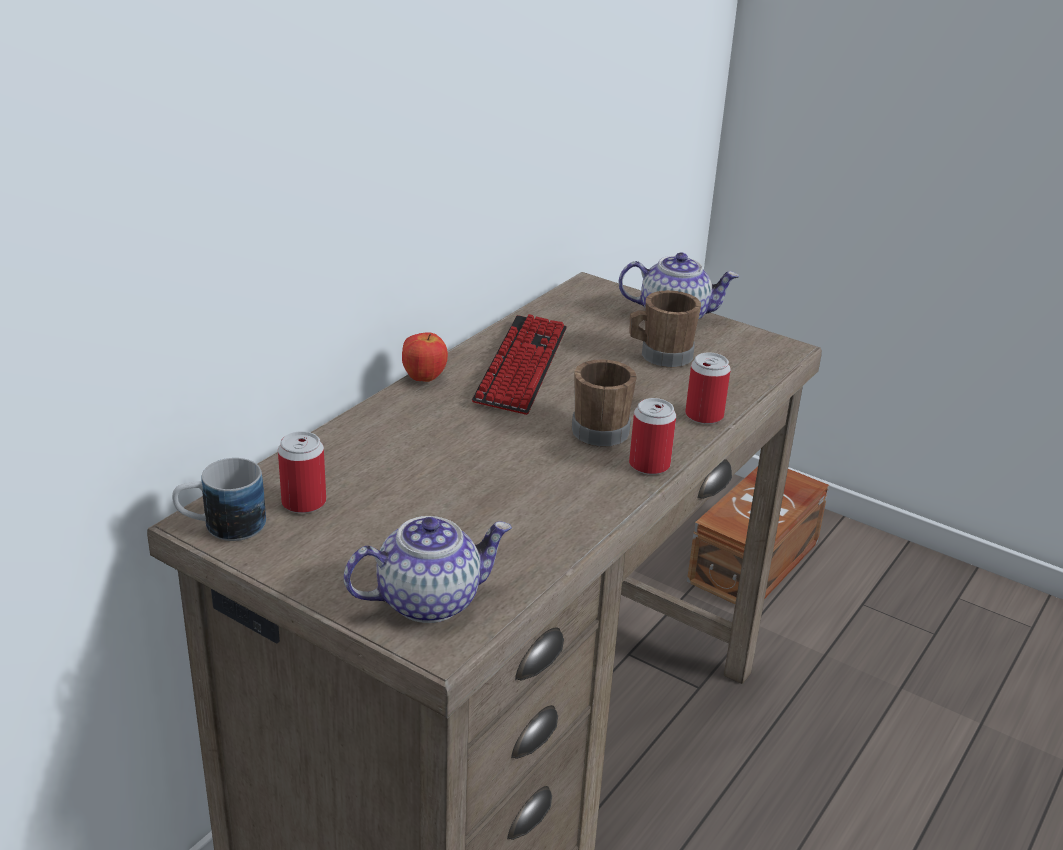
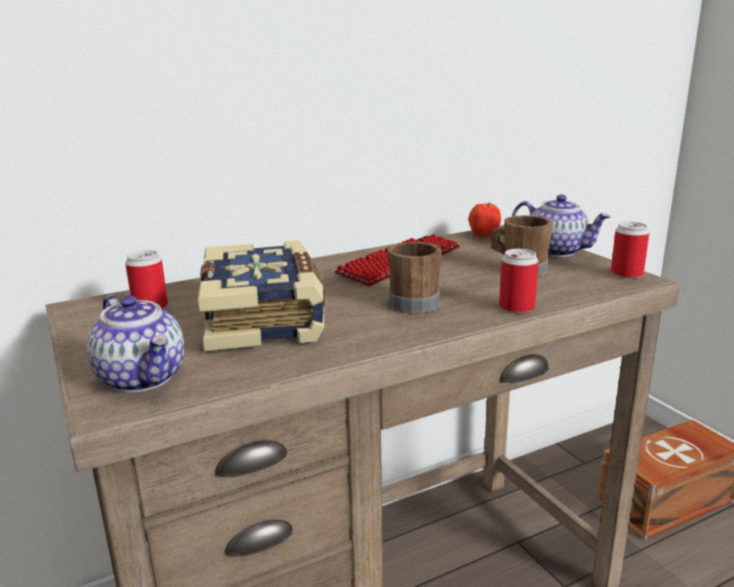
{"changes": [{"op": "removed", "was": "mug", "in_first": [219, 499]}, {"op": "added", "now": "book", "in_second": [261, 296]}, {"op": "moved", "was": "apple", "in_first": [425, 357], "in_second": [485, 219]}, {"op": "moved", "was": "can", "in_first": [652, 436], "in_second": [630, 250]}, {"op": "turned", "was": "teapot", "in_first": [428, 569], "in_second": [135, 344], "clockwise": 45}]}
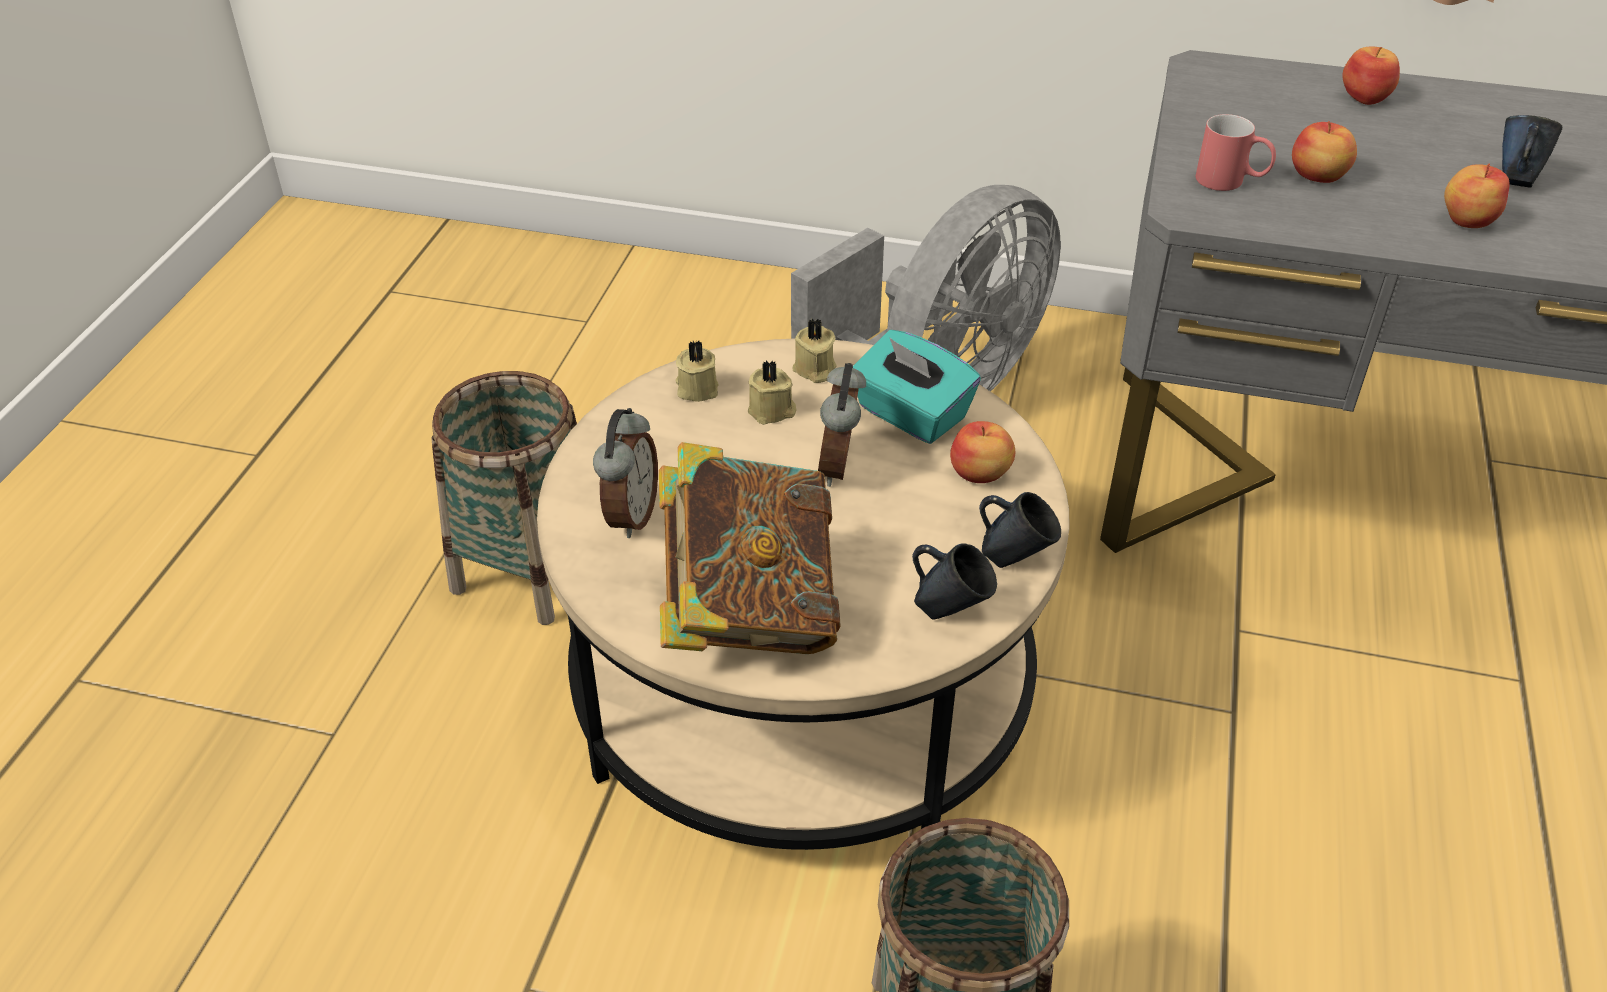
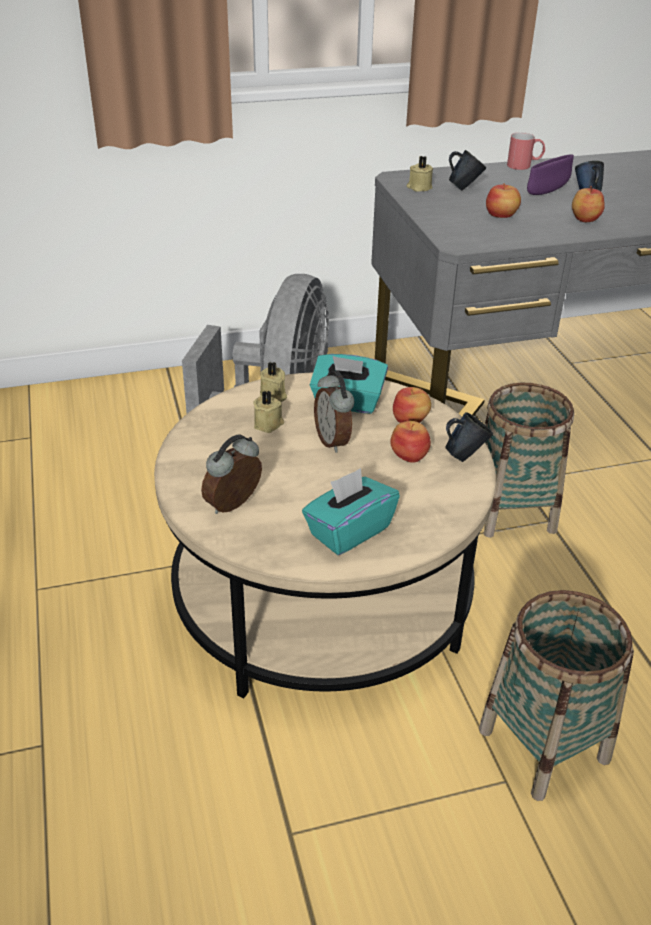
{"changes": [{"op": "added", "now": "bowl in purple", "in_second": [550, 174]}, {"op": "moved", "was": "basket", "in_first": [504, 498], "in_second": [529, 460]}, {"op": "moved", "was": "candle in beige", "in_first": [697, 371], "in_second": [419, 173]}, {"op": "moved", "was": "mug in blue", "in_first": [954, 582], "in_second": [467, 170]}, {"op": "moved", "was": "mug in red", "in_first": [1236, 152], "in_second": [526, 151]}, {"op": "moved", "was": "apple", "in_first": [1371, 75], "in_second": [410, 442]}, {"op": "replaced", "was": "book", "now": "tissue box in turquoise", "in_first": [750, 548], "in_second": [351, 511]}, {"op": "turned", "was": "alarm clock", "in_first": [625, 473], "in_second": [231, 474], "clockwise": -120}]}
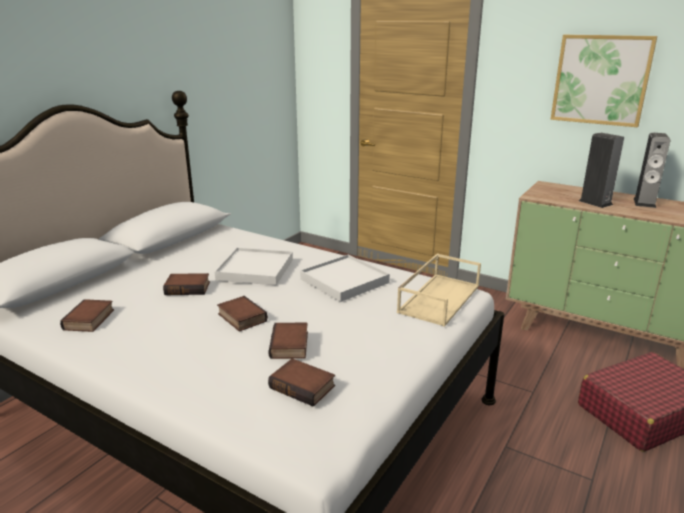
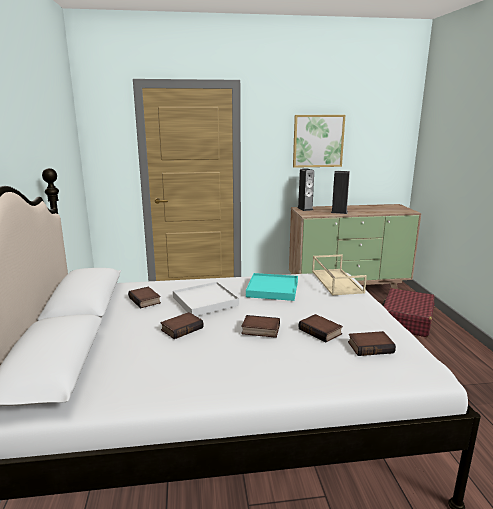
{"changes": [{"op": "moved", "was": "book", "in_first": [87, 315], "in_second": [144, 298]}, {"op": "moved", "was": "speaker", "in_first": [652, 170], "in_second": [305, 189]}, {"op": "recoloured", "was": "tray in white", "now": "tray in turquoise", "in_first": [345, 278], "in_second": [272, 287]}]}
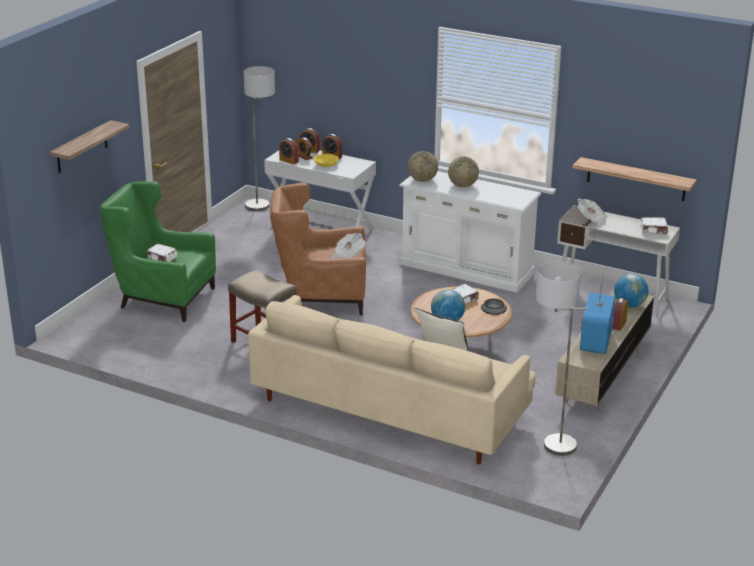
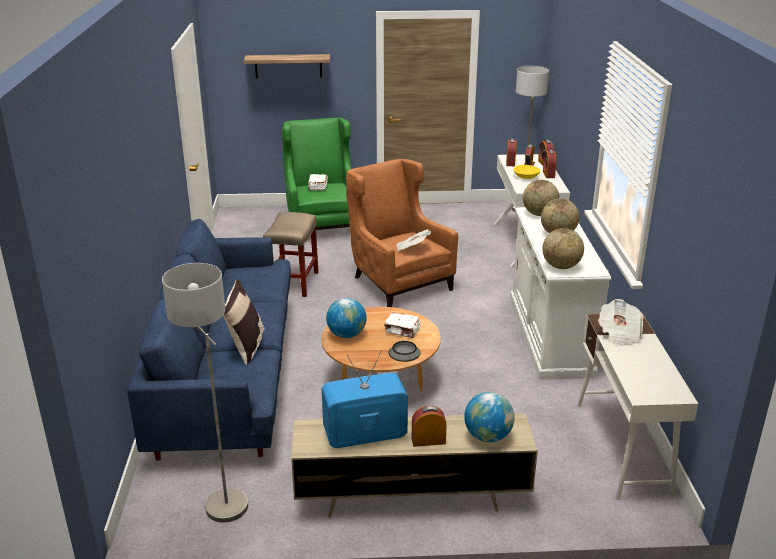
{"changes": [{"op": "removed", "was": "shelf", "in_first": [634, 179]}, {"op": "removed", "was": "book in white", "in_first": [654, 225]}, {"op": "added", "now": "globe", "in_second": [563, 248]}, {"op": "recoloured", "was": "sofa in beige", "now": "sofa in blue", "in_first": [392, 379], "in_second": [209, 340]}]}
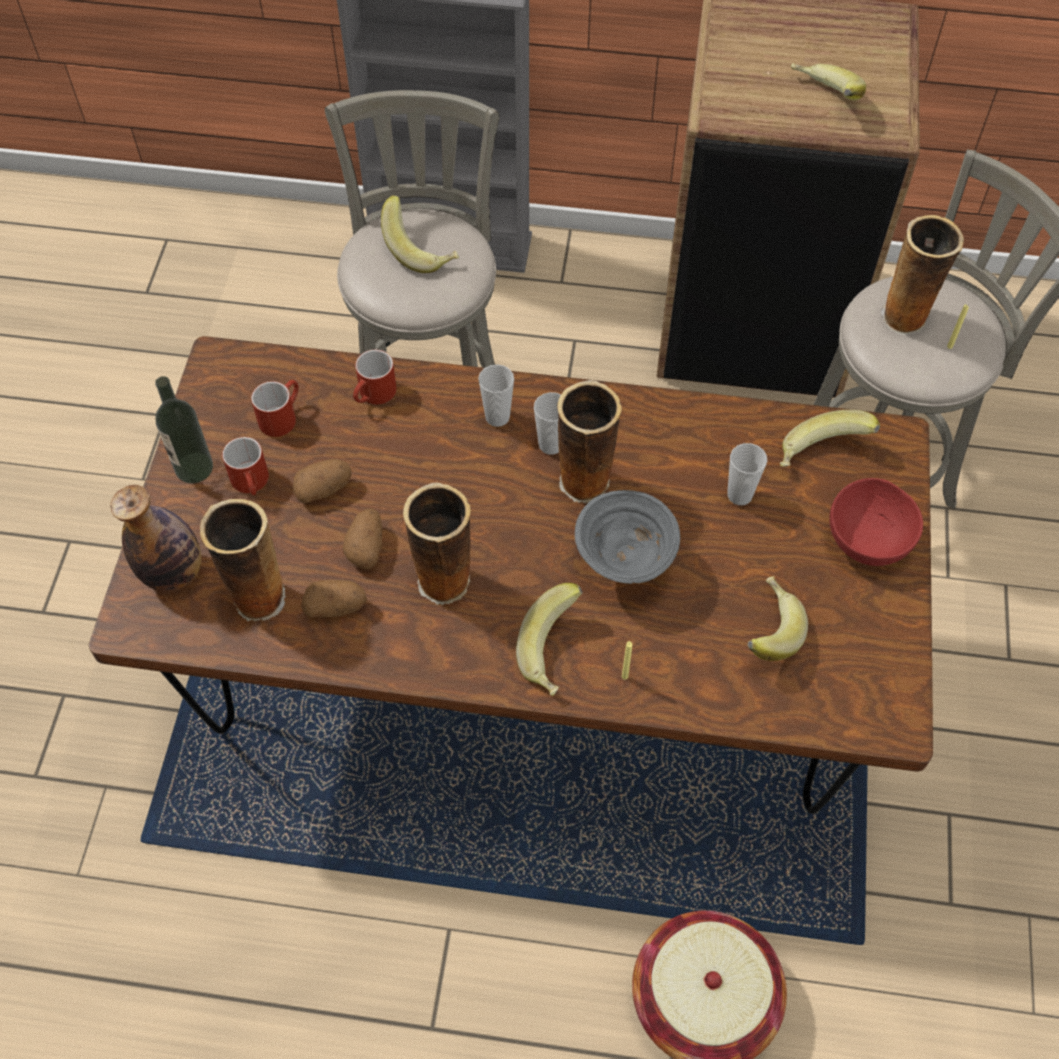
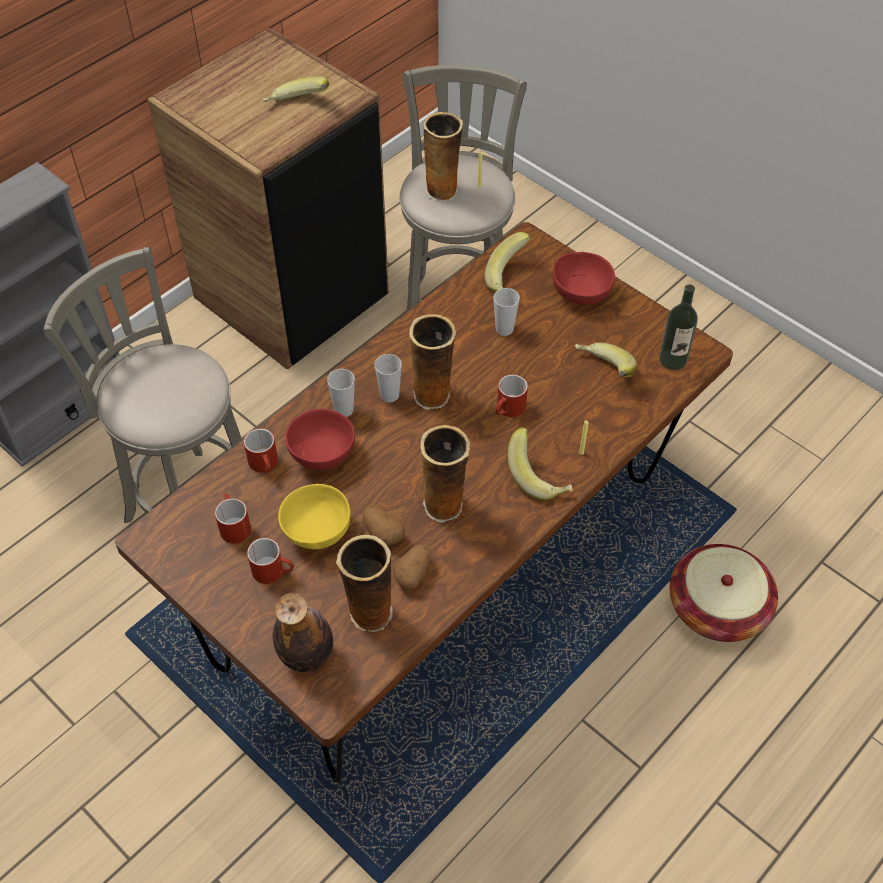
{"changes": [{"op": "removed", "was": "banana", "in_first": [420, 234]}, {"op": "added", "now": "bowl in red", "in_second": [320, 439]}, {"op": "moved", "was": "bottle", "in_first": [184, 430], "in_second": [678, 327]}, {"op": "replaced", "was": "potato", "now": "bowl in yellow", "in_first": [322, 481], "in_second": [314, 517]}, {"op": "replaced", "was": "bowl in grey", "now": "mug in red", "in_first": [627, 537], "in_second": [511, 395]}]}
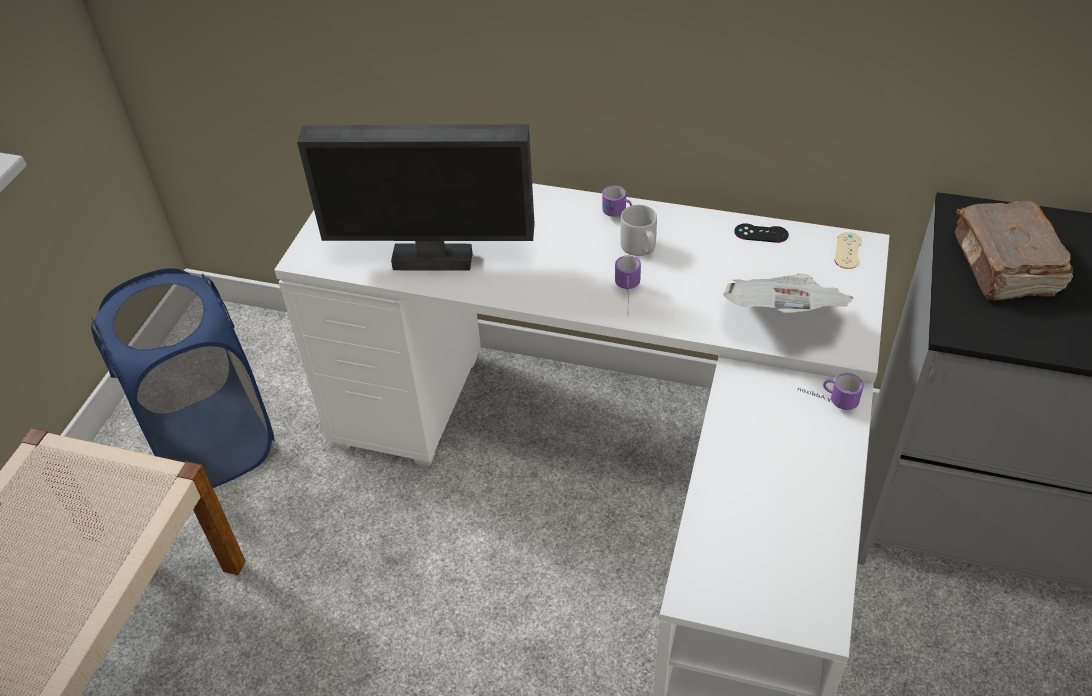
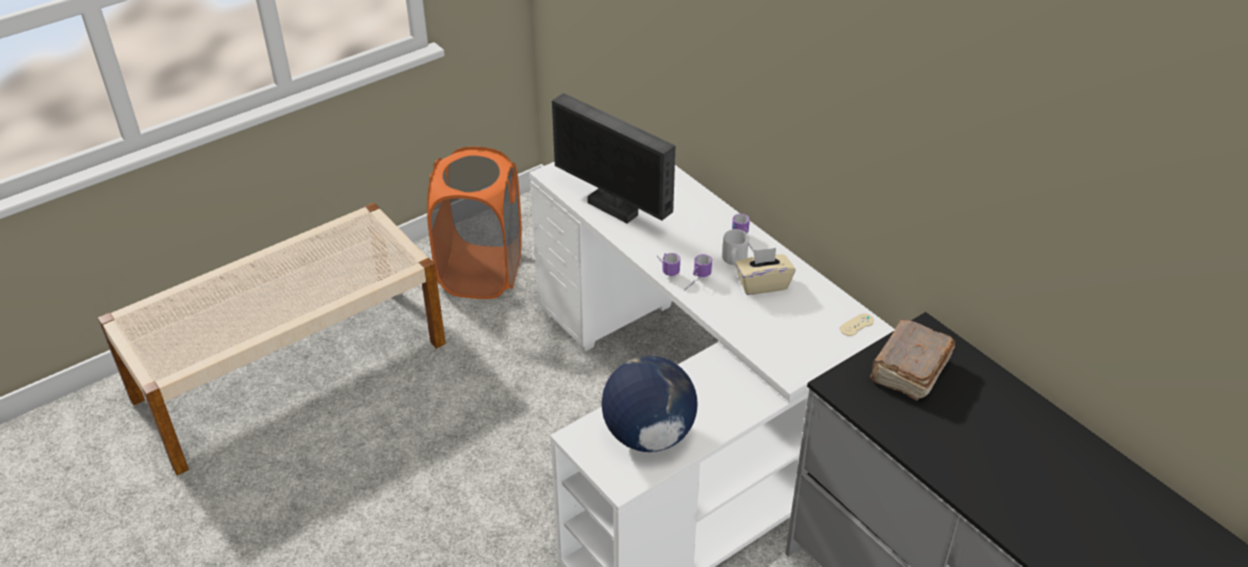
{"changes": [{"op": "removed", "was": "newspaper", "in_first": [788, 293]}, {"op": "removed", "was": "game controller in black", "in_first": [761, 233]}, {"op": "added", "now": "globe", "in_second": [649, 404]}, {"op": "added", "now": "tissue box in beige", "in_second": [765, 271]}, {"op": "moved", "was": "mug", "in_first": [831, 391], "in_second": [668, 264]}, {"op": "recoloured", "was": "laundry basket in blue", "now": "laundry basket in orange", "in_first": [183, 378], "in_second": [474, 223]}]}
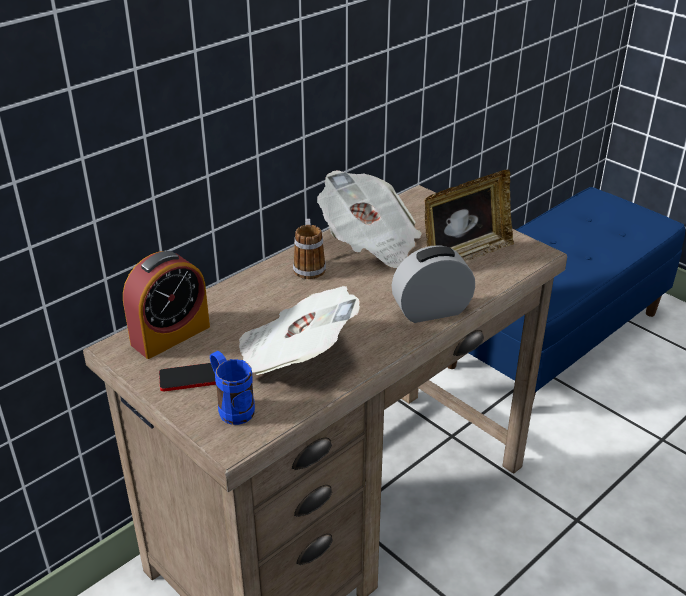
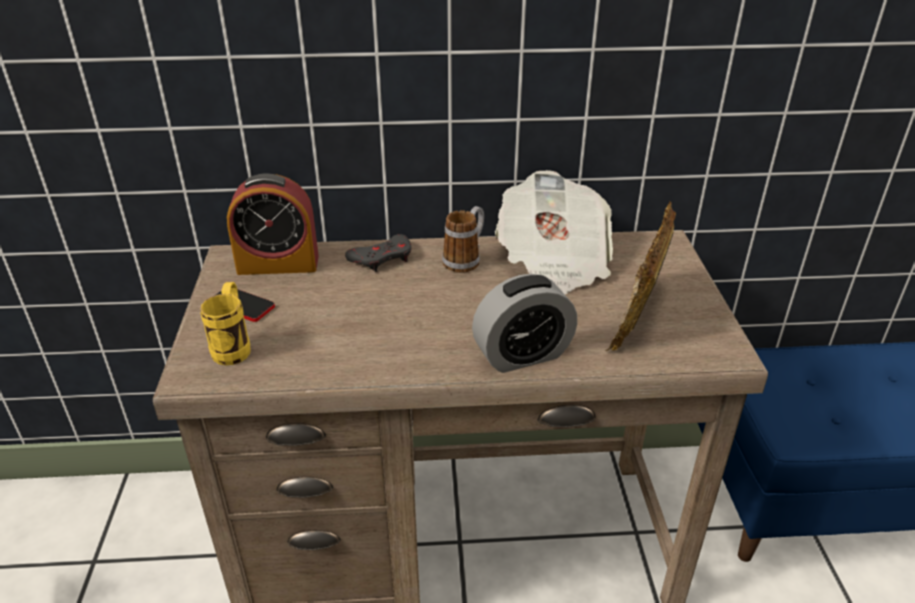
{"changes": [{"op": "removed", "was": "newspaper", "in_first": [299, 330]}, {"op": "added", "now": "game controller in grey", "in_second": [378, 253]}, {"op": "recoloured", "was": "mug in blue", "now": "mug in yellow", "in_first": [232, 388], "in_second": [225, 323]}, {"op": "turned", "was": "alarm clock", "in_first": [433, 284], "in_second": [524, 323], "clockwise": 135}, {"op": "turned", "was": "picture frame", "in_first": [469, 215], "in_second": [640, 276], "clockwise": 105}]}
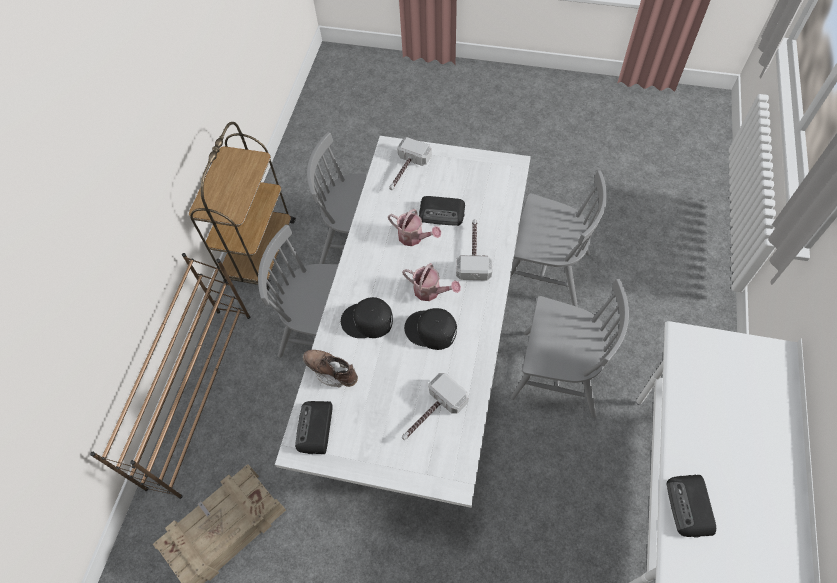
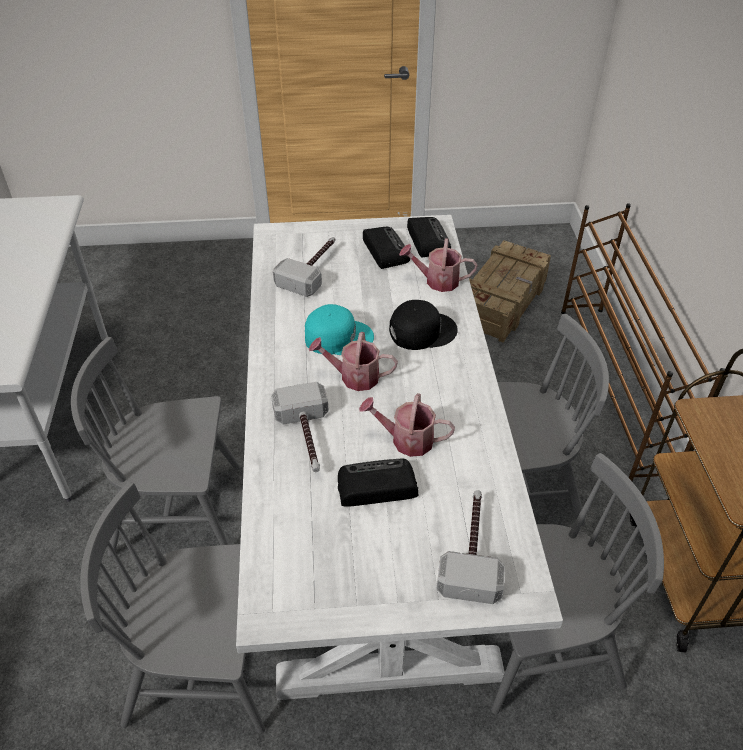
{"changes": [{"op": "moved", "was": "radio", "in_first": [691, 506], "in_second": [386, 248]}, {"op": "replaced", "was": "boot in brown", "now": "watering can", "in_first": [330, 369], "in_second": [438, 265]}, {"op": "recoloured", "was": "cap in black", "now": "cap in turquoise", "in_first": [430, 329], "in_second": [339, 329]}]}
